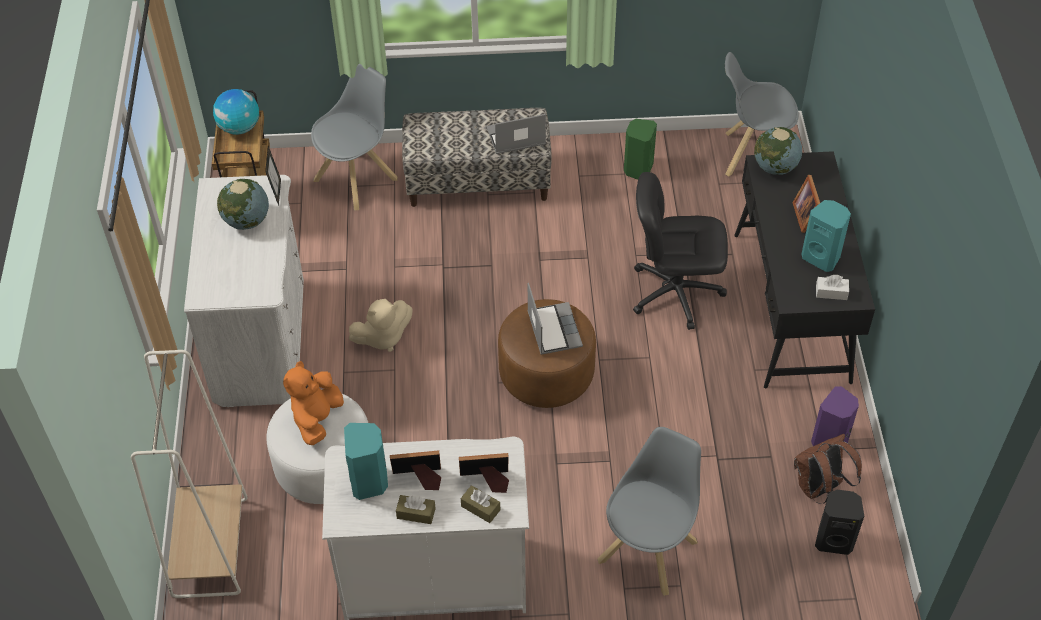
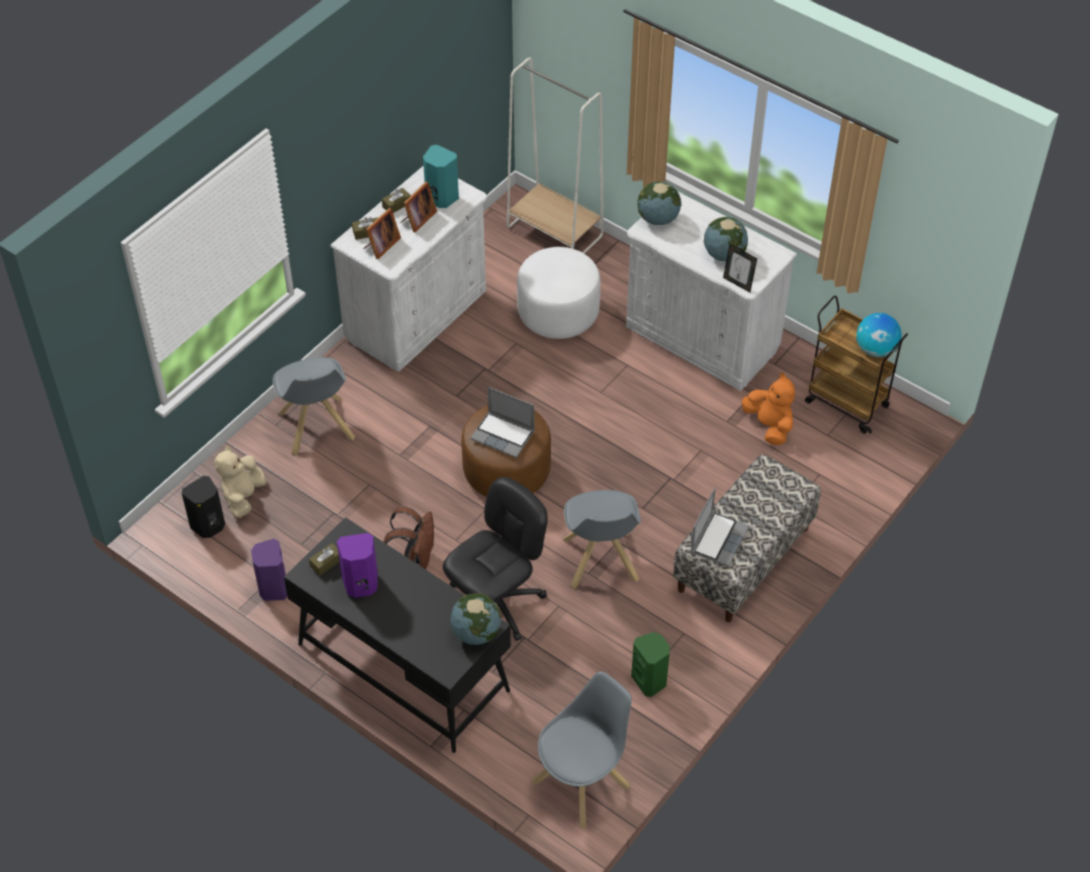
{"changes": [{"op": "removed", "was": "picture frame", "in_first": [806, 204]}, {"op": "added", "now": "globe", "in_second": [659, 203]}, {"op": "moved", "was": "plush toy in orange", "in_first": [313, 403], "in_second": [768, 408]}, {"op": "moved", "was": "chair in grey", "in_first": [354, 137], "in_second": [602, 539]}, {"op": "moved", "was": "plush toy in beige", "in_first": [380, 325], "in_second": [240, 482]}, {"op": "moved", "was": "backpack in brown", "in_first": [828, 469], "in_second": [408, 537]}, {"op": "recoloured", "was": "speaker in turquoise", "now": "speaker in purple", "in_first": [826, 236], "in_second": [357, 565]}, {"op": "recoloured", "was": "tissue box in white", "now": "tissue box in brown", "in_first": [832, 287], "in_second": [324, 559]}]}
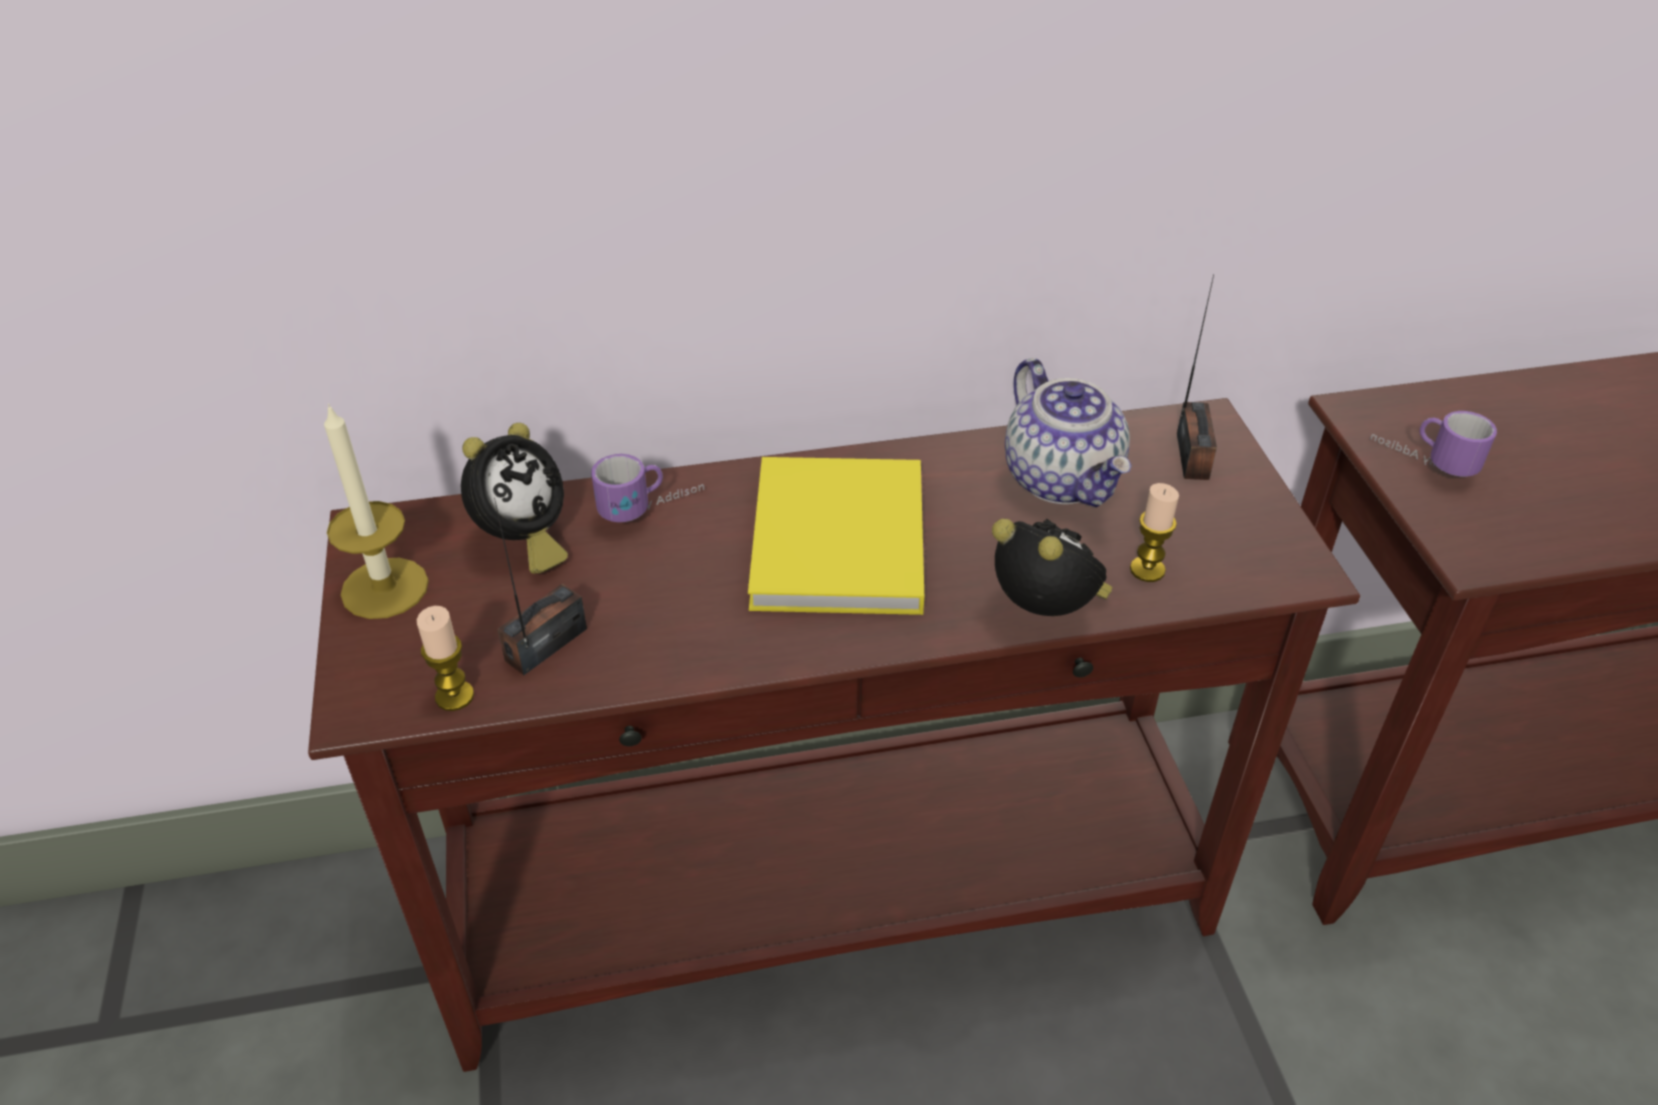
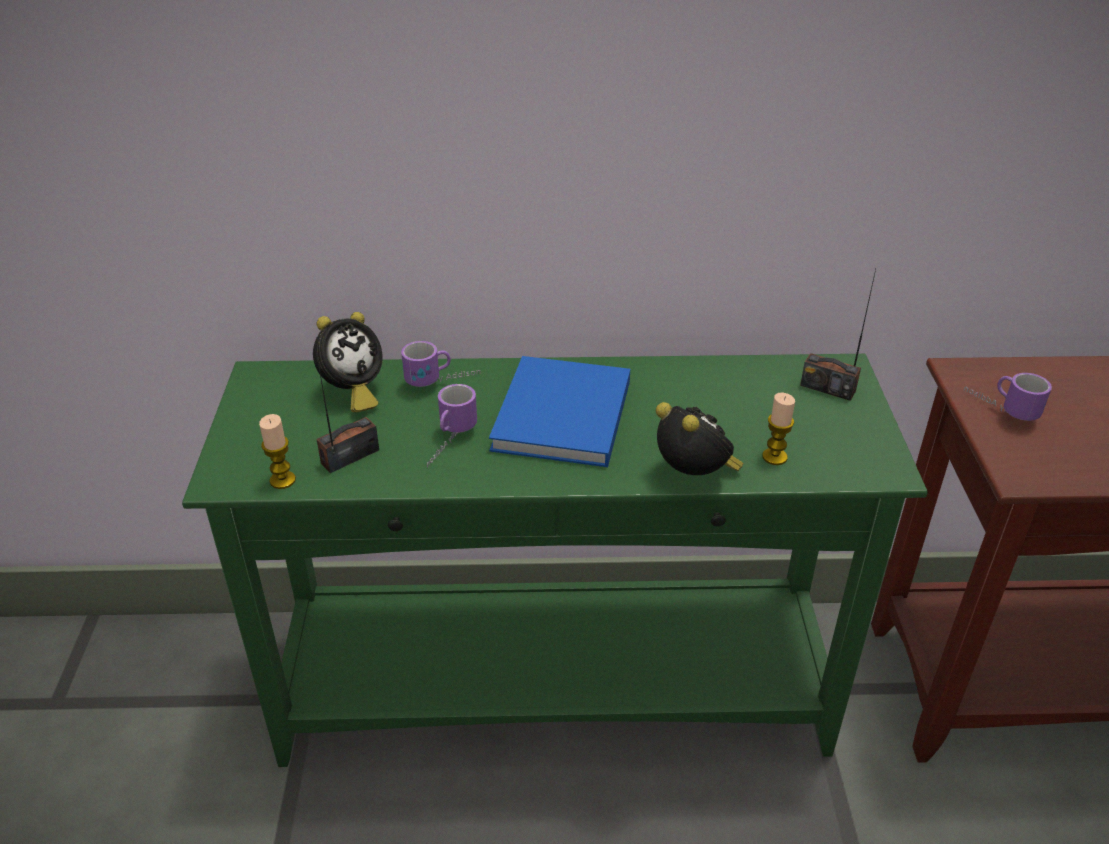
{"changes": [{"op": "removed", "was": "candle", "in_first": [376, 511]}, {"op": "removed", "was": "teapot", "in_first": [1068, 432]}, {"op": "added", "now": "mug", "in_second": [452, 426]}, {"op": "recoloured", "was": "console table in brown", "now": "console table in green", "in_first": [834, 735], "in_second": [555, 560]}, {"op": "recoloured", "was": "book in yellow", "now": "book in blue", "in_first": [836, 536], "in_second": [559, 411]}, {"op": "turned", "was": "radio", "in_first": [1197, 377], "in_second": [838, 335], "clockwise": 105}]}
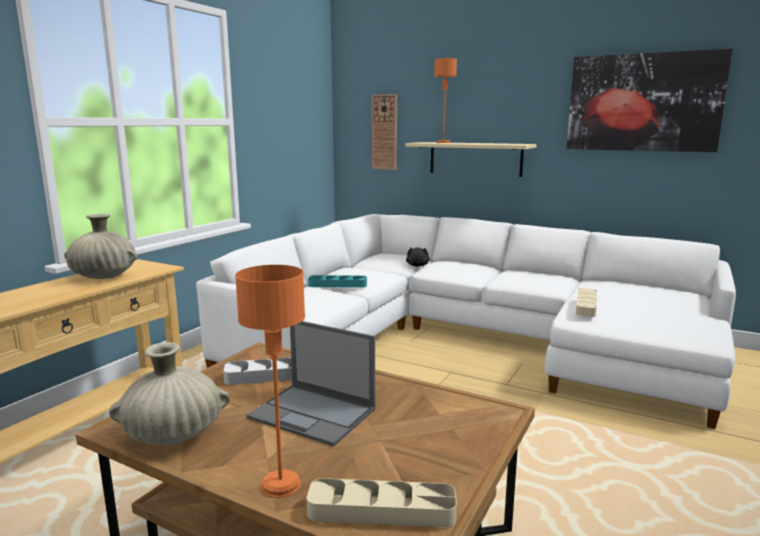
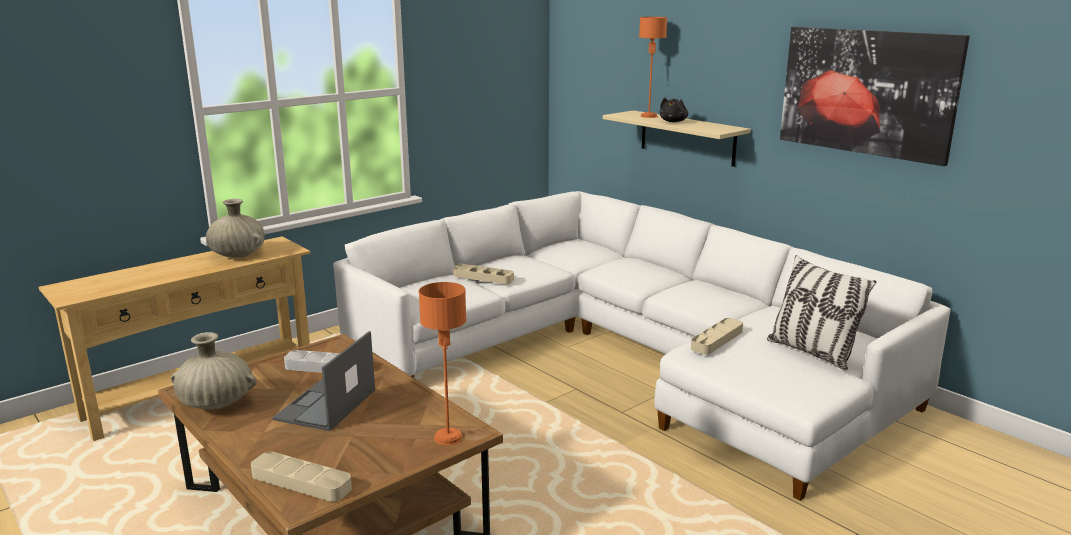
{"changes": [{"op": "removed", "was": "wall clock", "in_first": [384, 132]}, {"op": "added", "now": "pillow", "in_second": [821, 313]}, {"op": "moved", "was": "table lamp in orange", "in_first": [270, 381], "in_second": [443, 364]}, {"op": "moved", "was": "plush toy in black", "in_first": [418, 257], "in_second": [674, 110]}, {"op": "recoloured", "was": "tray in turquoise", "now": "tray in beige", "in_first": [337, 281], "in_second": [483, 274]}, {"op": "turned", "was": "laptop", "in_first": [311, 383], "in_second": [323, 381], "clockwise": 60}]}
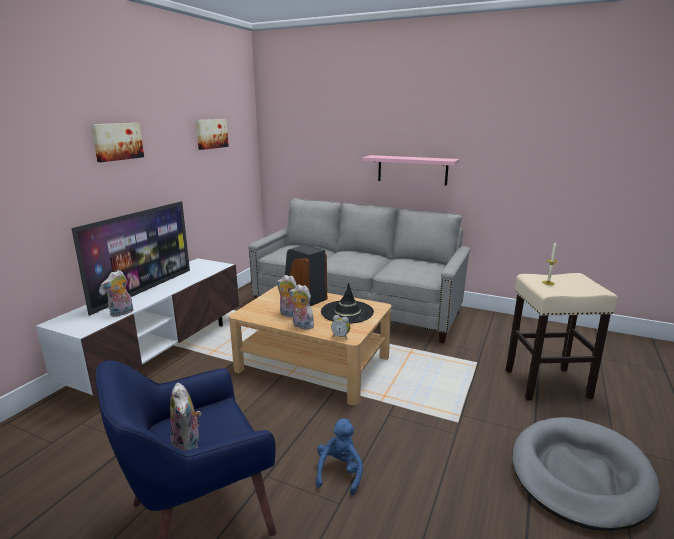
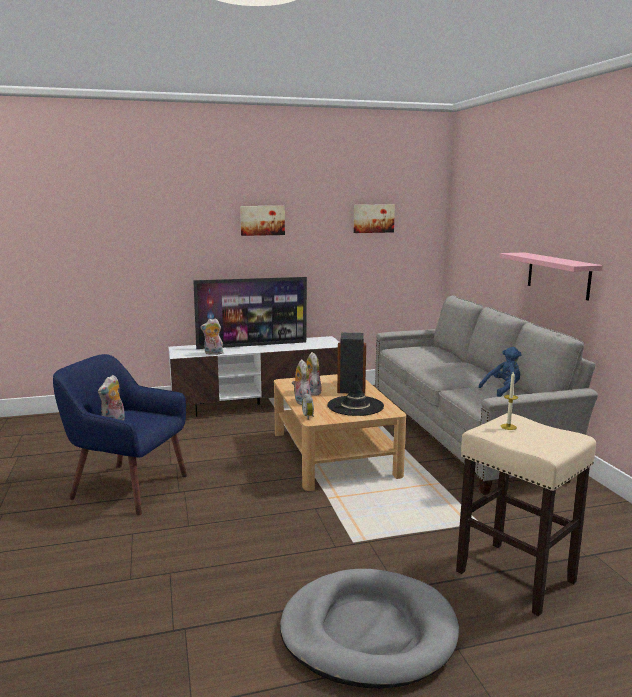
{"changes": [{"op": "moved", "was": "plush toy in blue", "in_first": [339, 456], "in_second": [500, 372]}]}
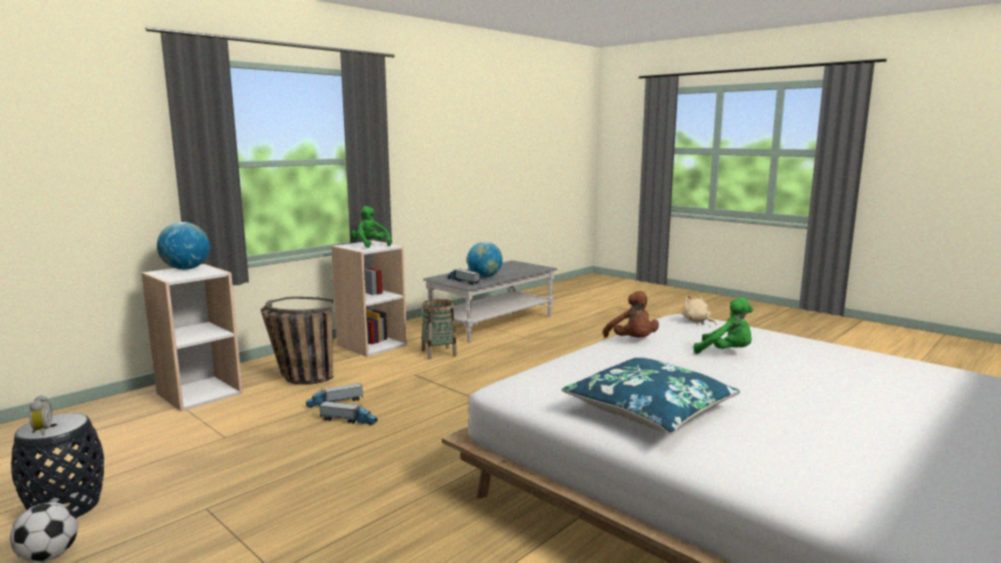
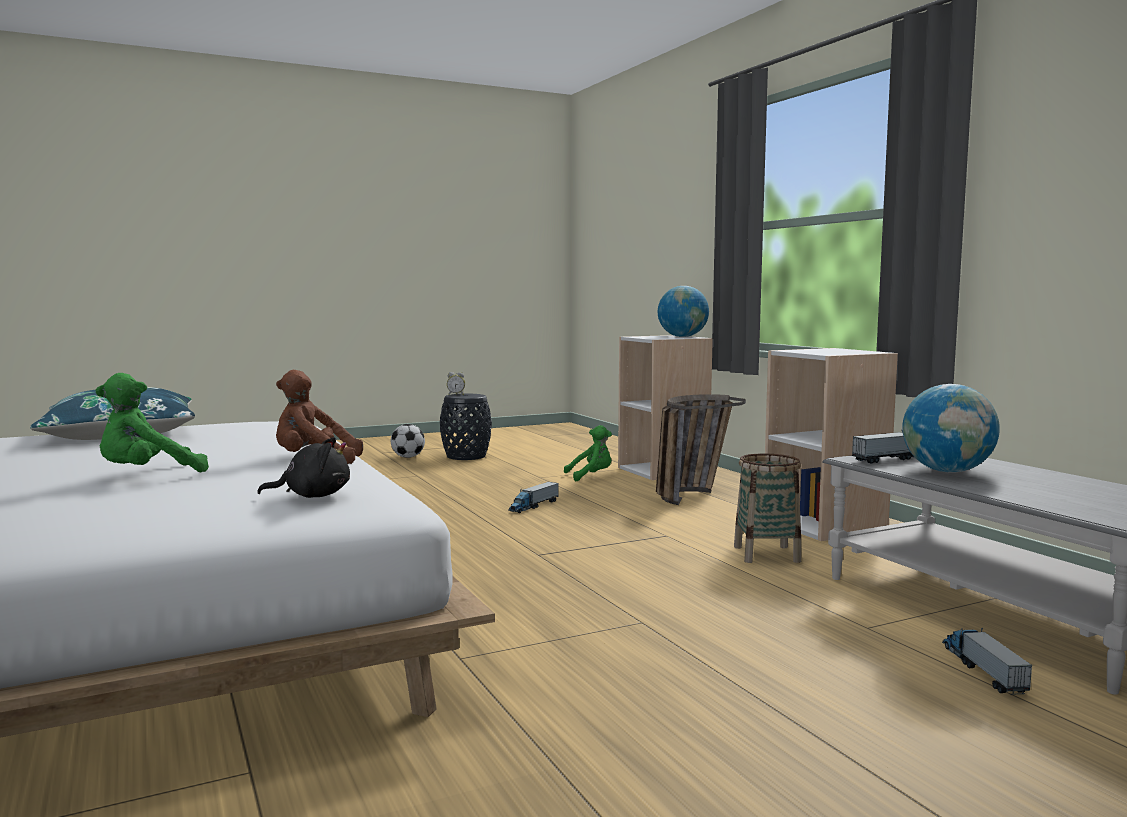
{"changes": [{"op": "moved", "was": "toy truck", "in_first": [334, 395], "in_second": [987, 661]}, {"op": "moved", "was": "plush toy in green", "in_first": [371, 227], "in_second": [588, 453]}, {"op": "recoloured", "was": "plush toy in beige", "now": "plush toy in black", "in_first": [700, 310], "in_second": [303, 467]}]}
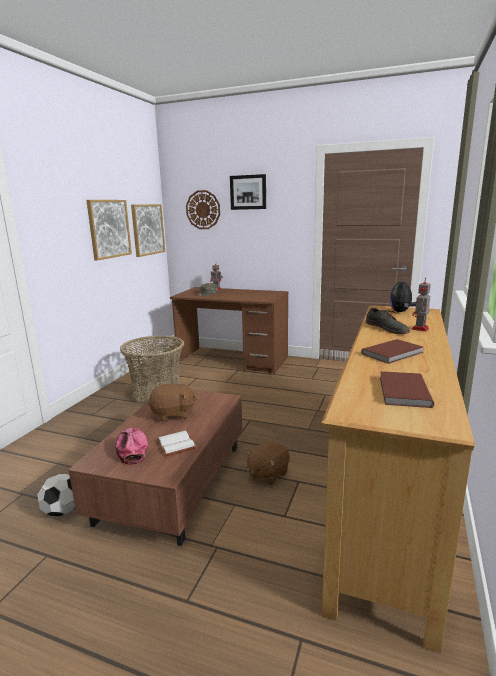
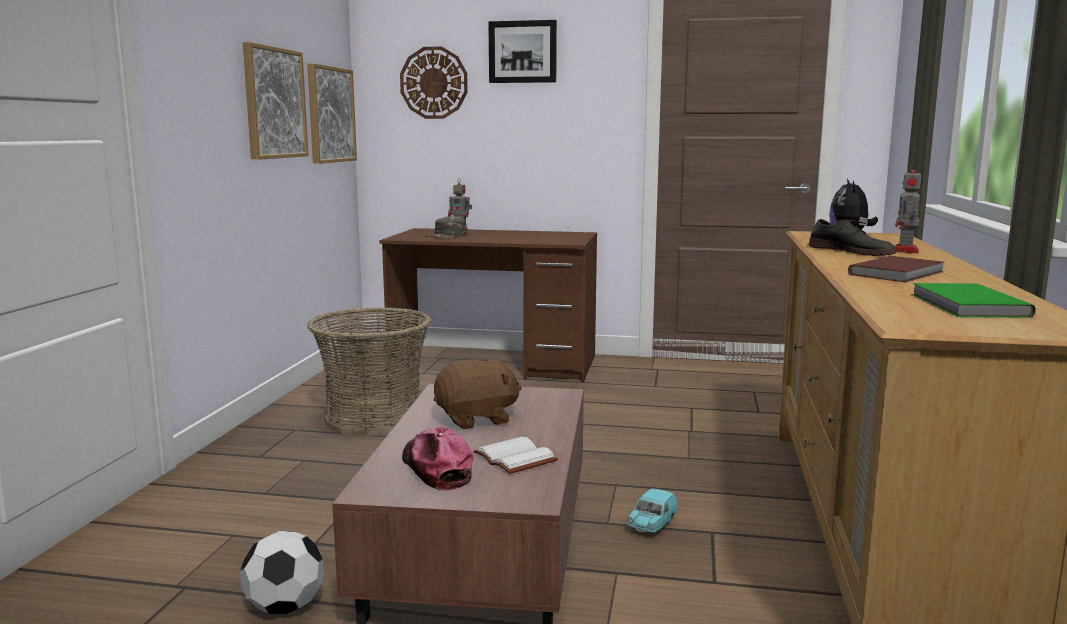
{"changes": [{"op": "replaced", "was": "plush toy in brown", "now": "toy car in turquoise", "in_first": [268, 463], "in_second": [652, 511]}, {"op": "recoloured", "was": "book in brown", "now": "book in green", "in_first": [407, 389], "in_second": [974, 300]}]}
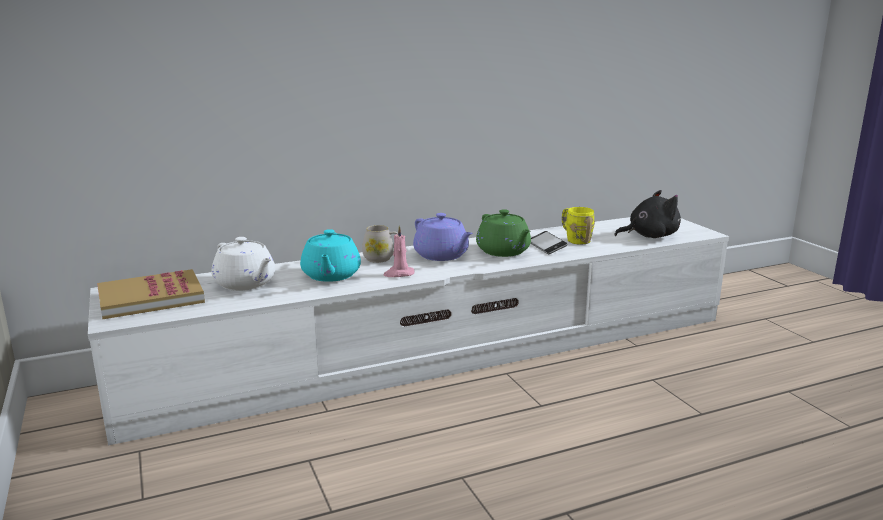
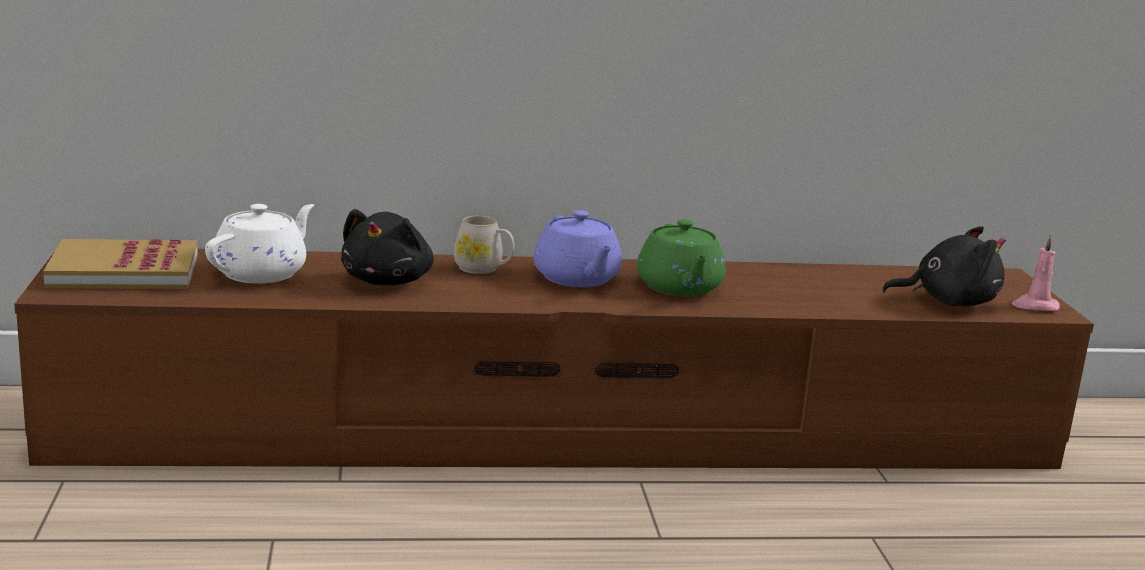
{"changes": [{"op": "removed", "was": "phone", "in_first": [549, 242]}, {"op": "removed", "was": "mug in yellow", "in_first": [578, 226]}, {"op": "moved", "was": "candle in pink", "in_first": [399, 251], "in_second": [1036, 273]}, {"op": "replaced", "was": "teapot in turquoise", "now": "plush toy in black", "in_first": [330, 255], "in_second": [387, 247]}, {"op": "recoloured", "was": "tv stand in white", "now": "tv stand in brown", "in_first": [408, 331], "in_second": [554, 359]}, {"op": "turned", "was": "teapot in white", "in_first": [243, 264], "in_second": [259, 244], "clockwise": -120}]}
